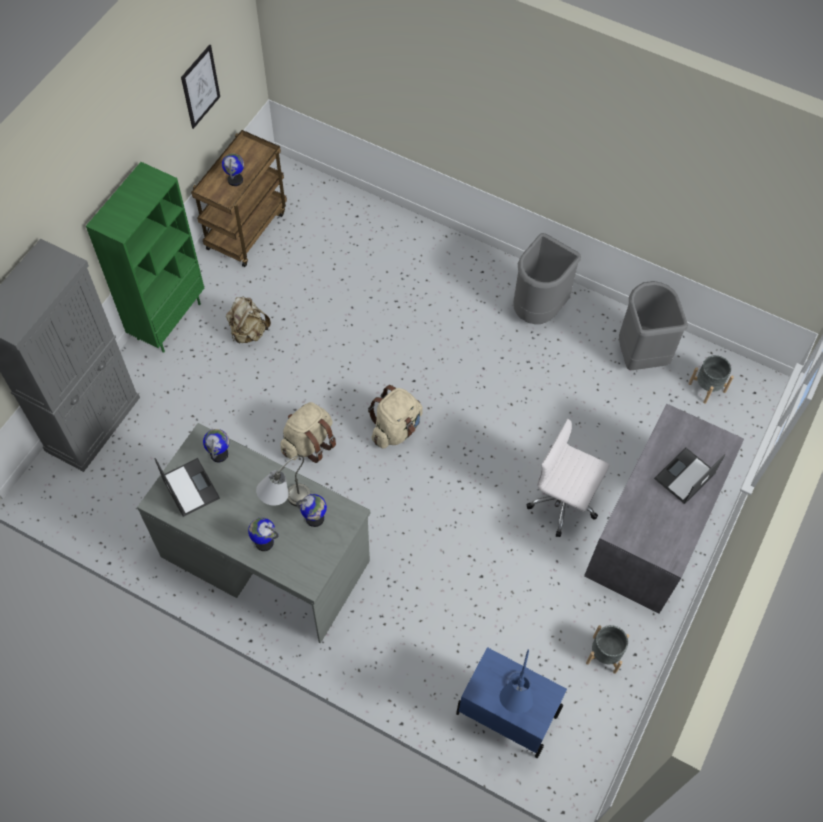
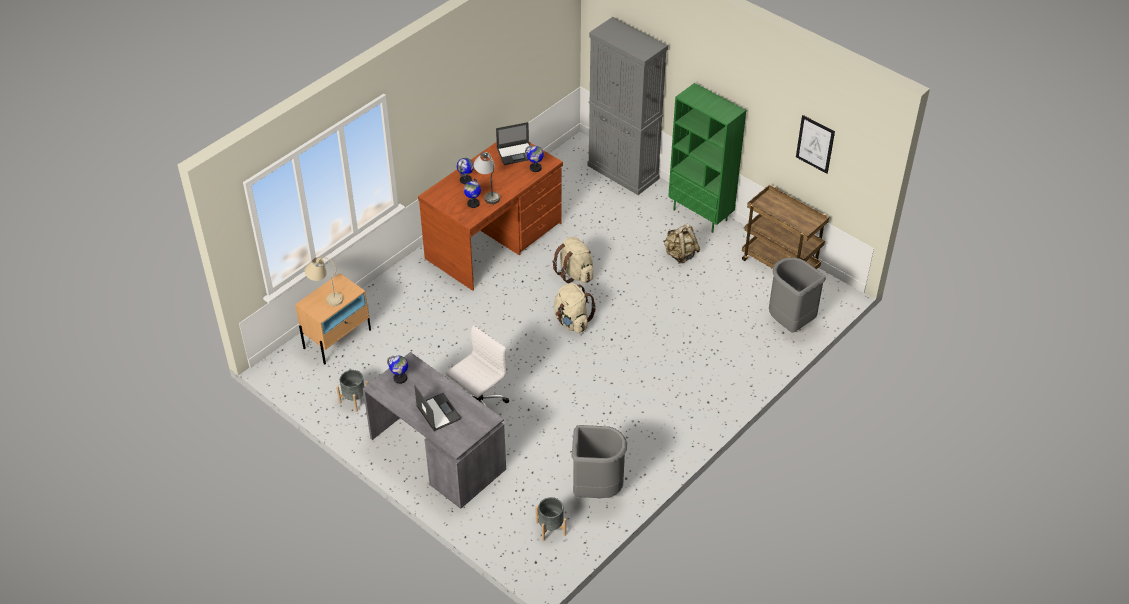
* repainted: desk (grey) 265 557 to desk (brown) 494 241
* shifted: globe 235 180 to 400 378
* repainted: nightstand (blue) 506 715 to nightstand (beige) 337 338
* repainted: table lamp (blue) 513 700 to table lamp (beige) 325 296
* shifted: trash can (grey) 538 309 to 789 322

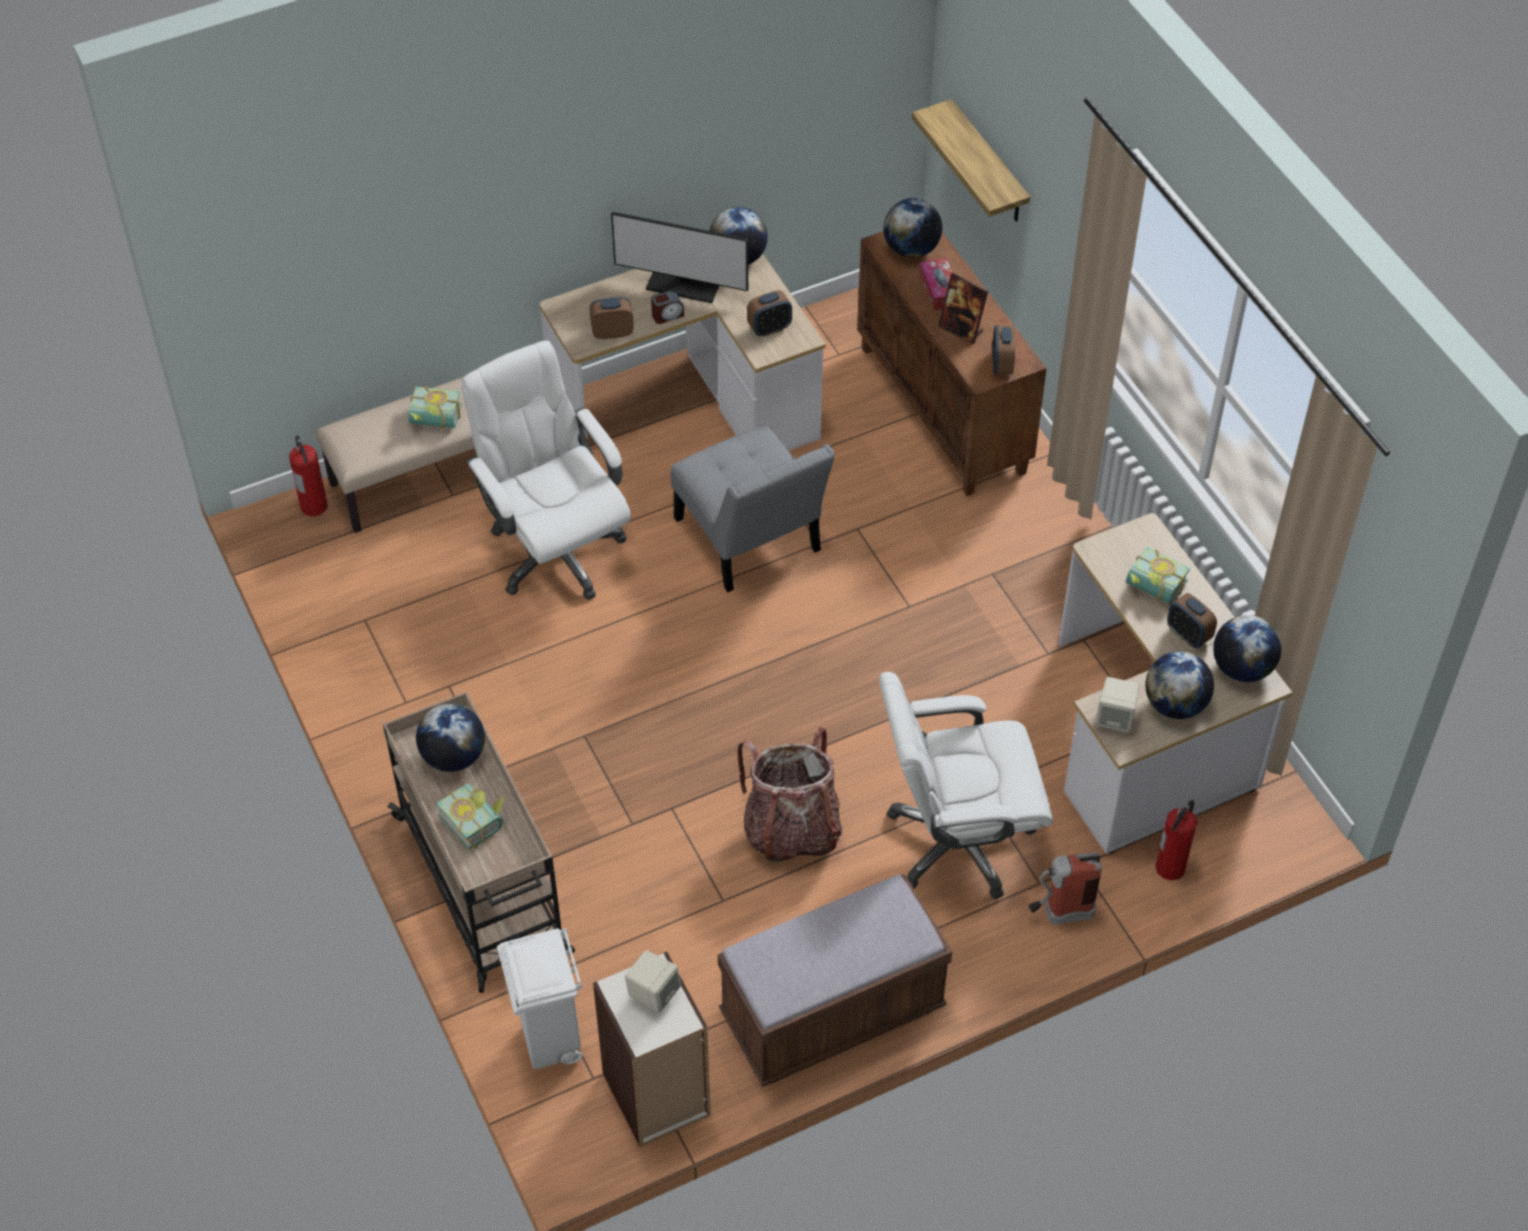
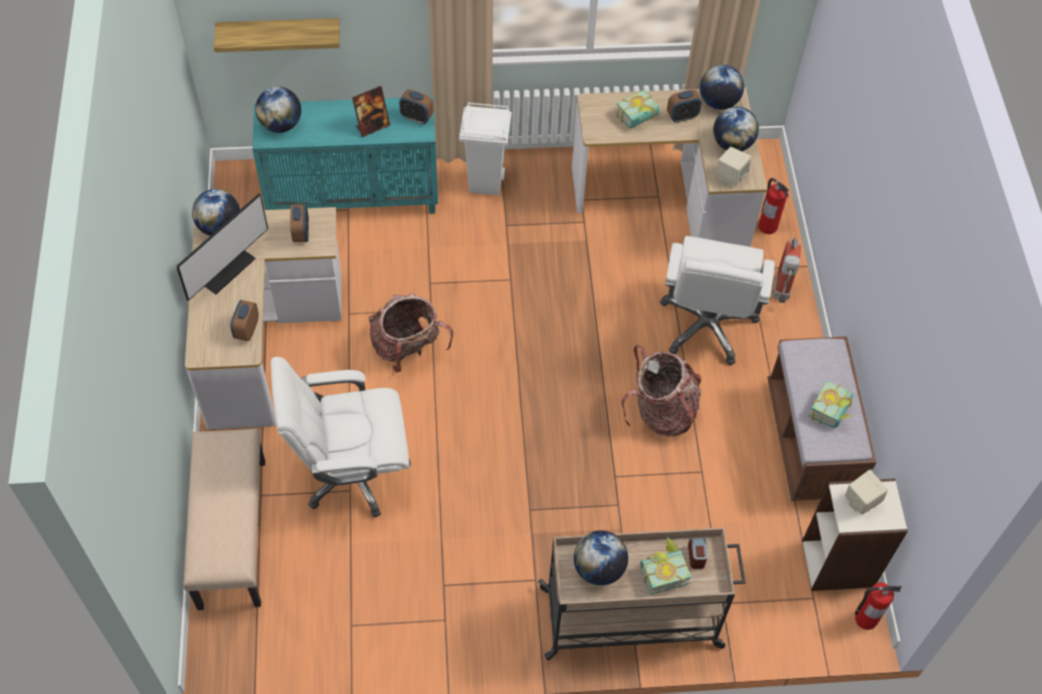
* shifted: fire extinguisher 313 505 to 865 618
* shifted: book 434 421 to 833 412
* shifted: trash can (white) 551 1043 to 486 183
* shifted: alarm clock 667 315 to 696 556
* swapped: chair (grey) 750 541 to backpack 408 348
* repainted: cabinet (brown) 944 410 to cabinet (turquoise) 354 196
* gone: tissue box 939 290

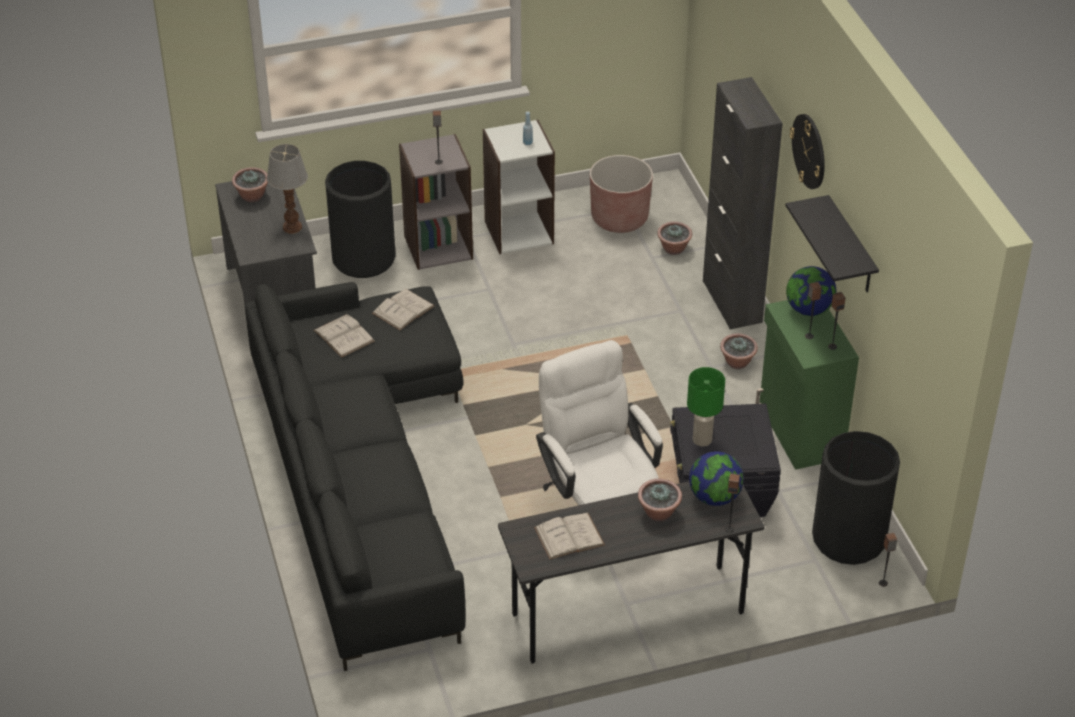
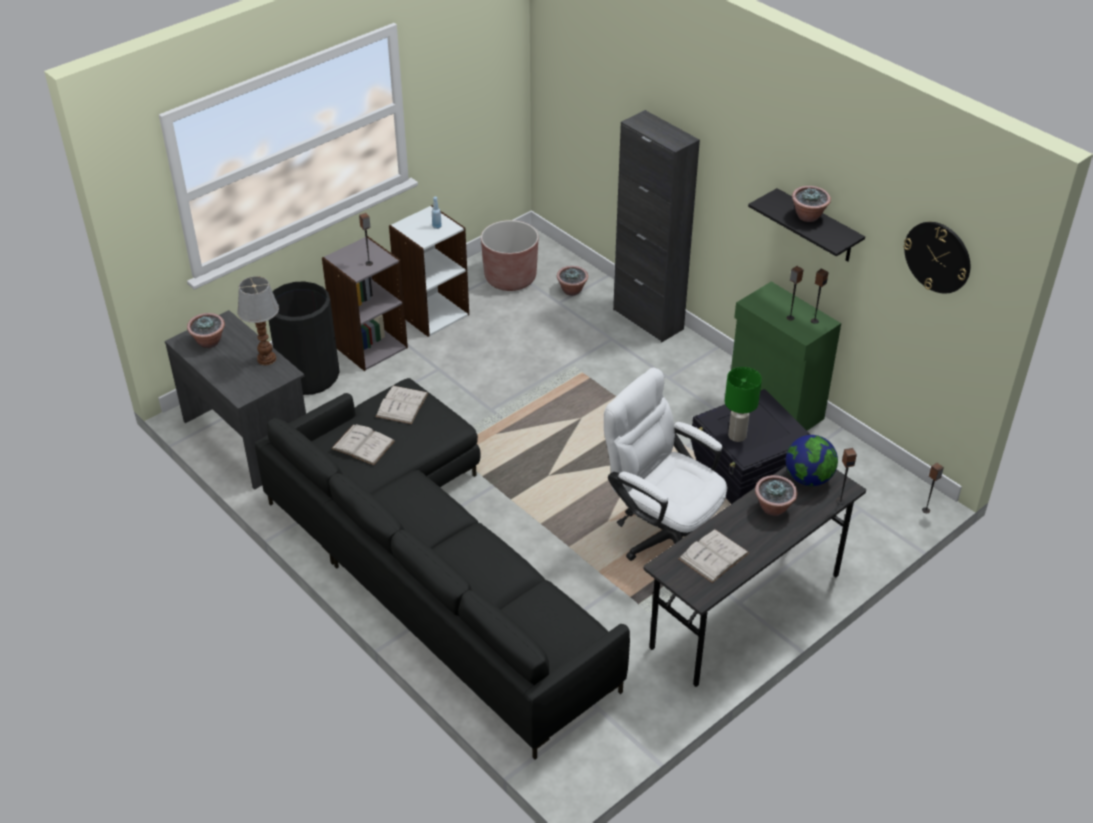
* shifted: potted plant 737 363 to 808 216
* gone: globe 808 309
* shifted: wall clock 809 151 to 937 257
* gone: trash can (black) 848 538

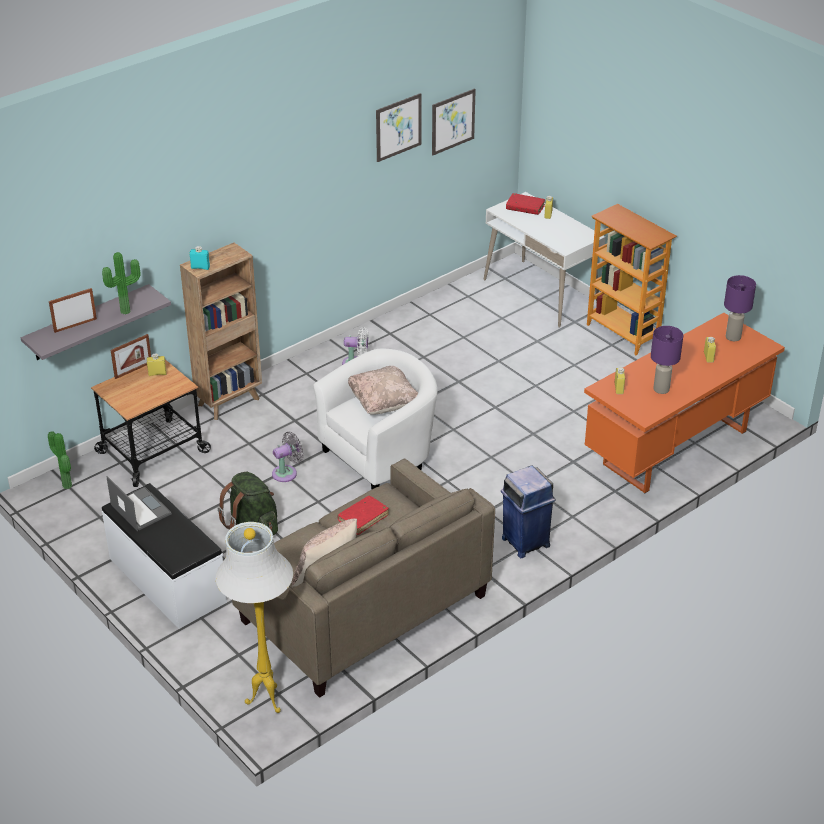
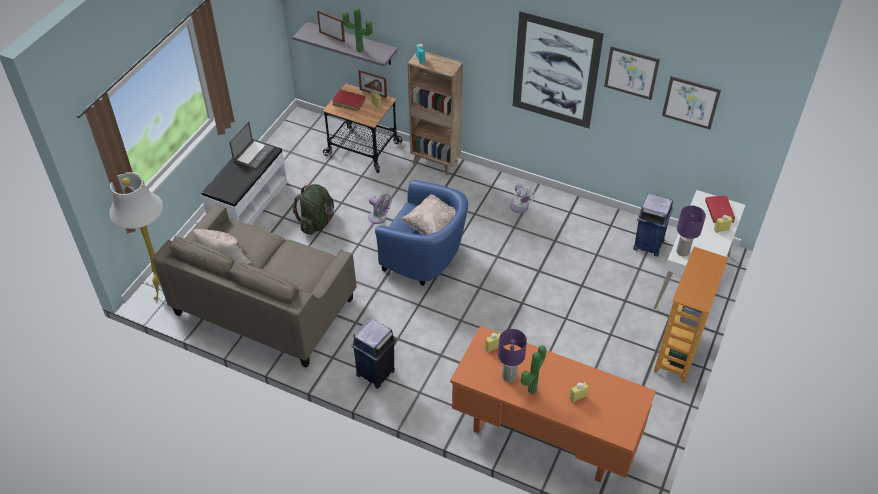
* shifted: potted plant 65 486 to 530 390
* repainted: armchair (white) 381 455 to armchair (blue) 425 258
* shifted: book (red) 363 518 to 349 103
* shifted: table lamp (purple) 732 337 to 682 251
* new: picture 555 71
* new: trash can (blue) 648 244

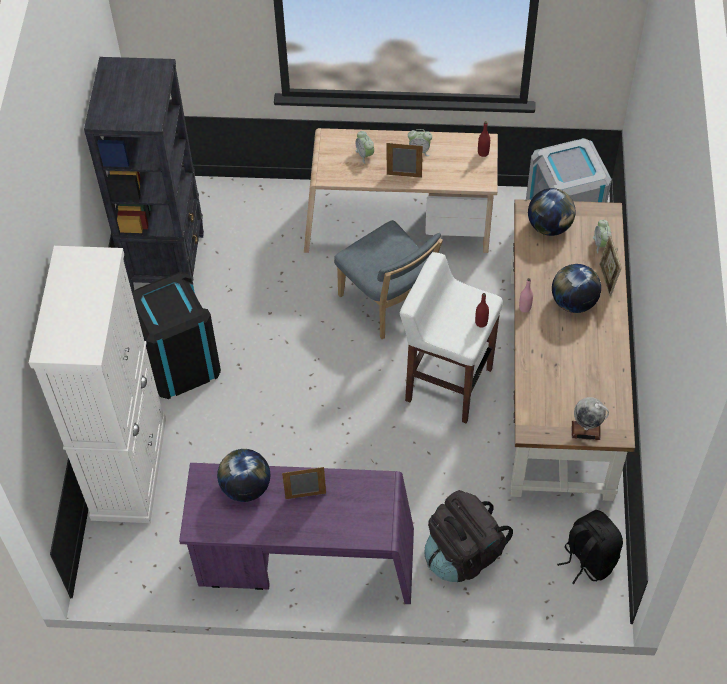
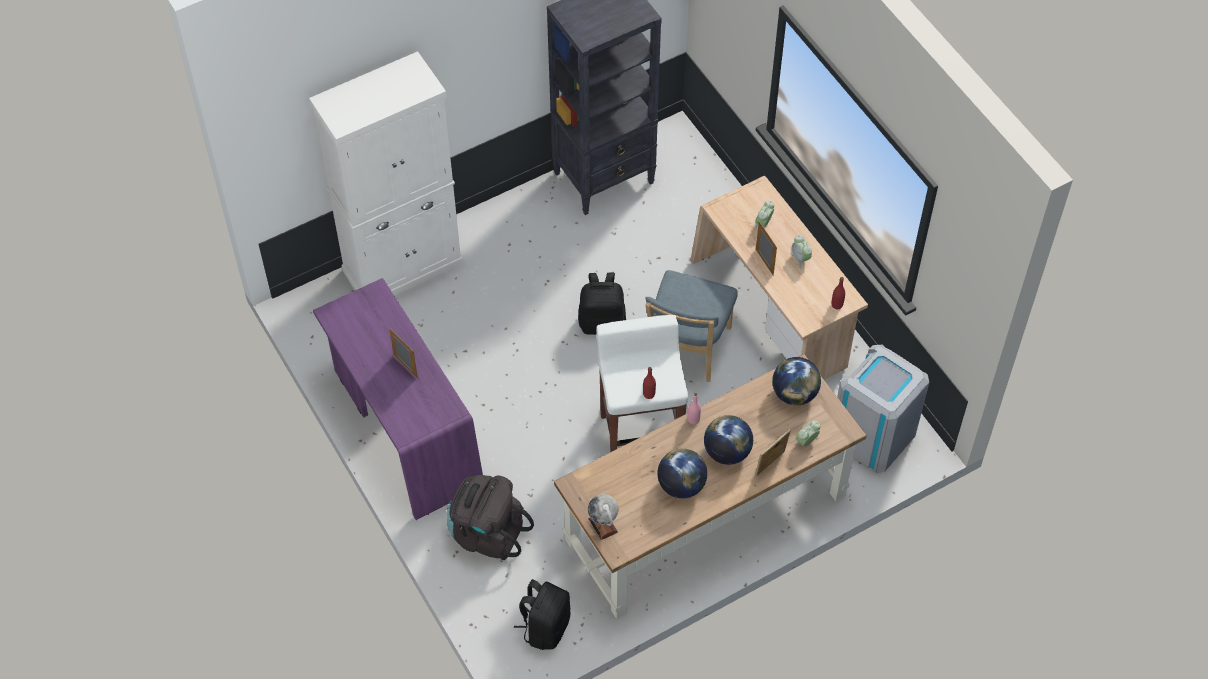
* gone: trash can (black) 179 363
* shifted: globe 246 487 to 681 485
* new: backpack (black) 602 322

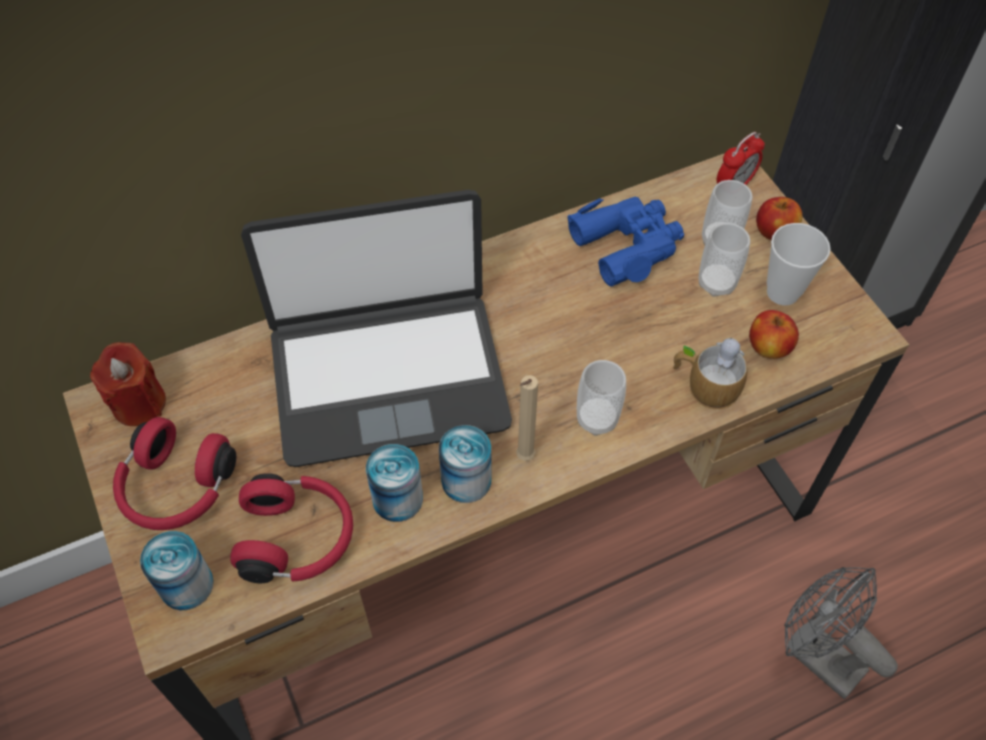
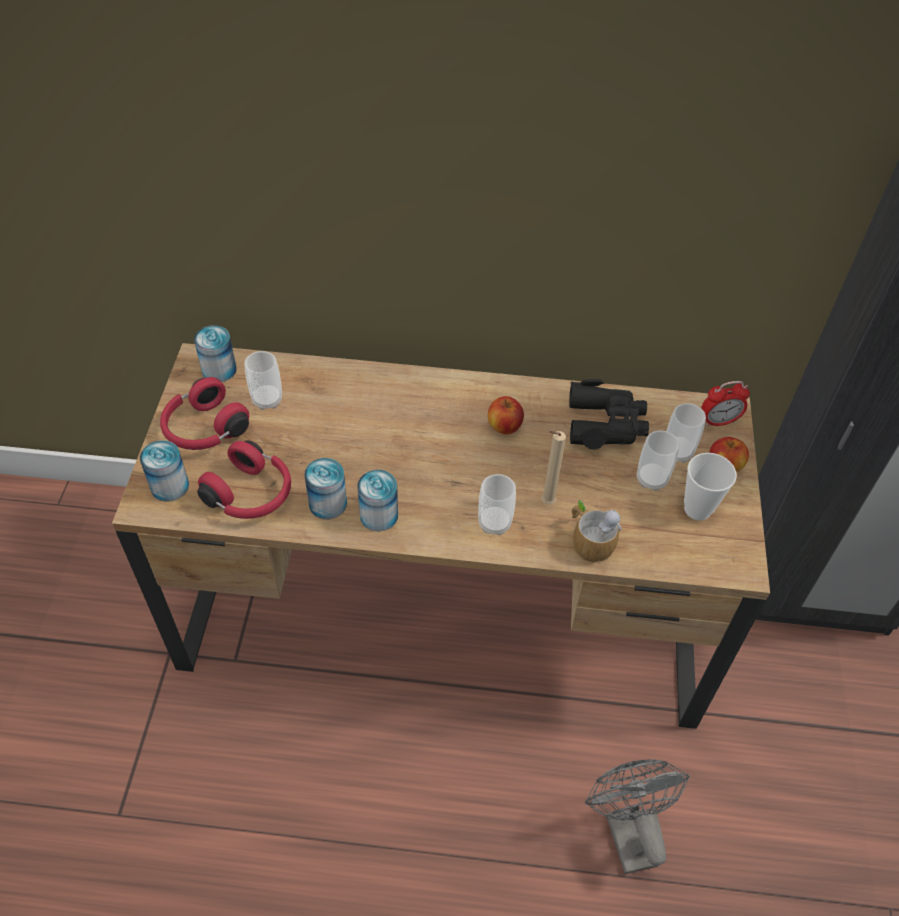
* swapped: candle (red) 139 403 to can 219 370
* gone: laptop 388 376
* shifted: candle (beige) 523 458 to 545 503
* repainted: binoculars (blue) 627 245 to binoculars (black) 605 423
* shifted: apple 768 348 to 504 427
* new: cup 267 400

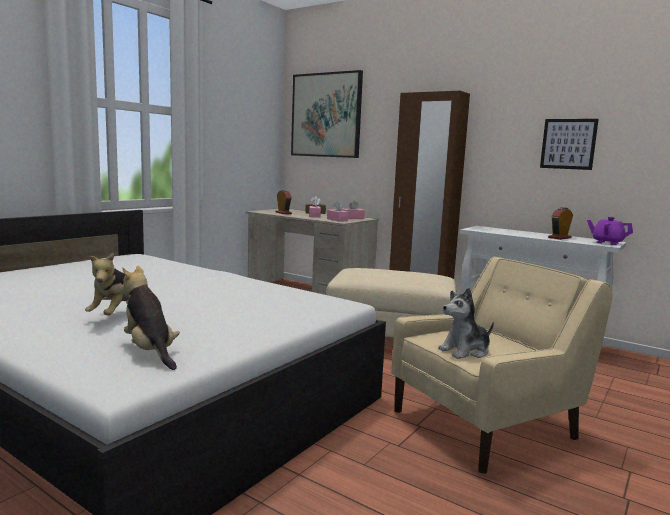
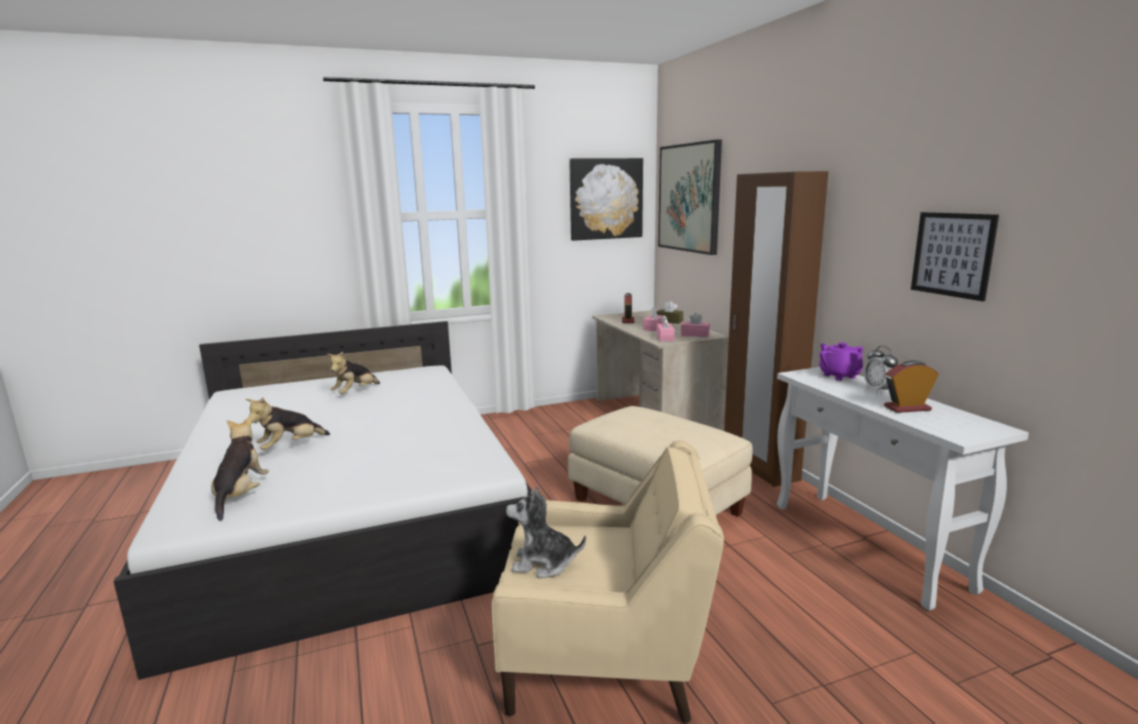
* shifted: teapot (purple) 607 243 to 839 376
* new: plush toy 355 392
* new: picture 605 199
* new: alarm clock 879 390

